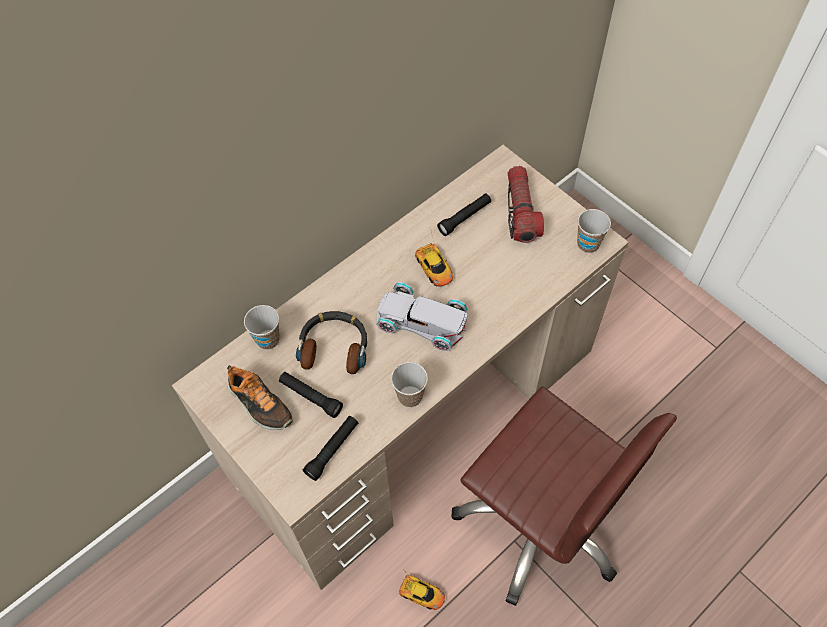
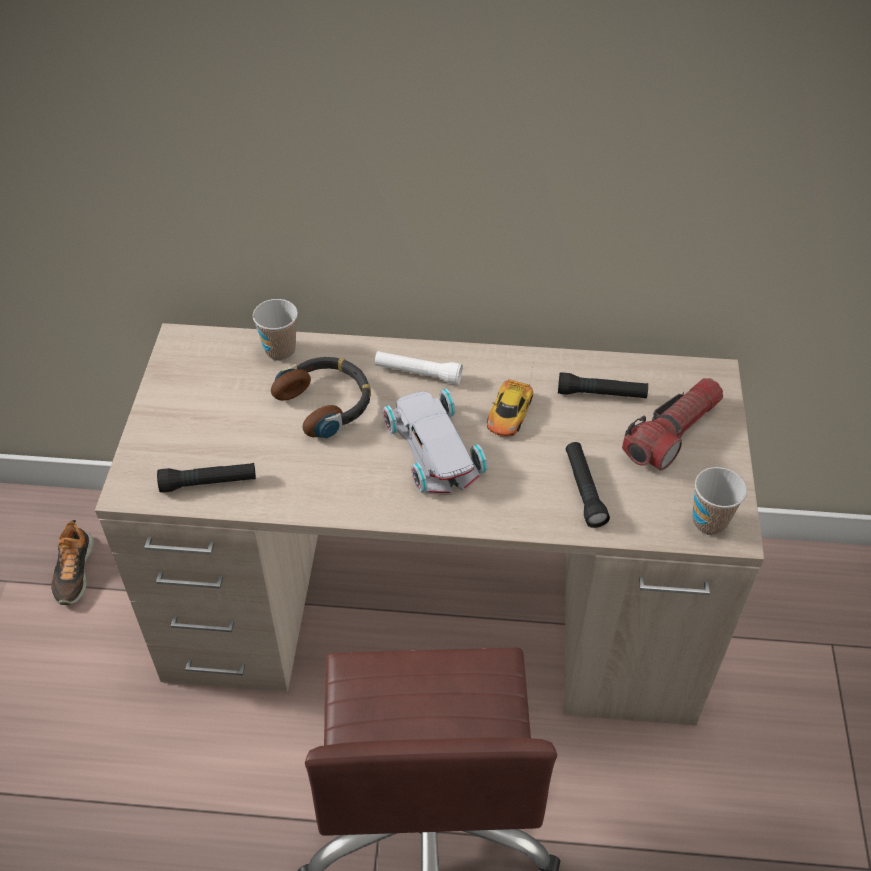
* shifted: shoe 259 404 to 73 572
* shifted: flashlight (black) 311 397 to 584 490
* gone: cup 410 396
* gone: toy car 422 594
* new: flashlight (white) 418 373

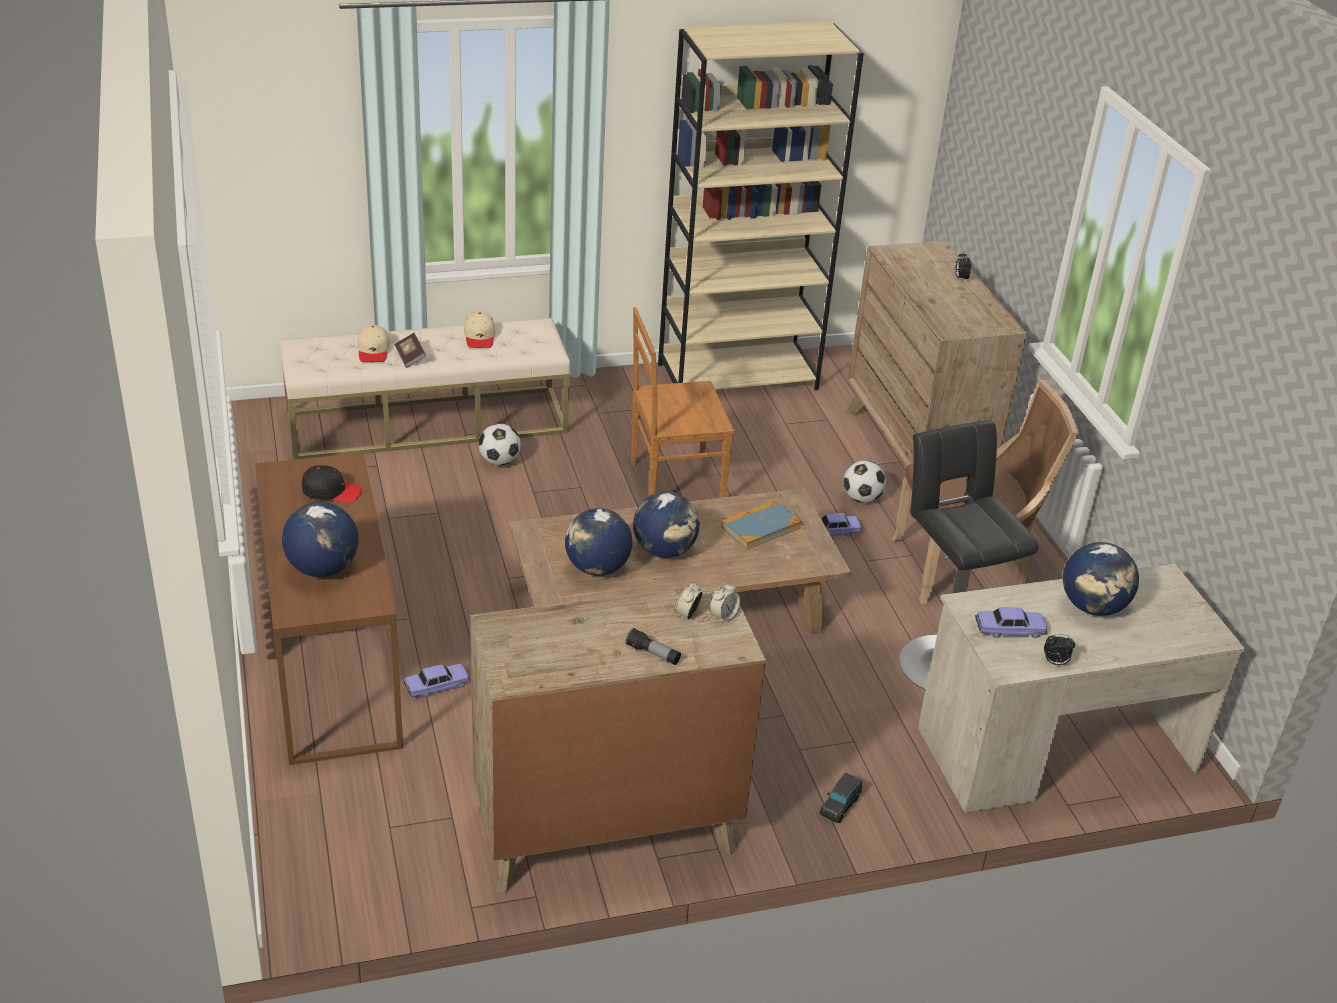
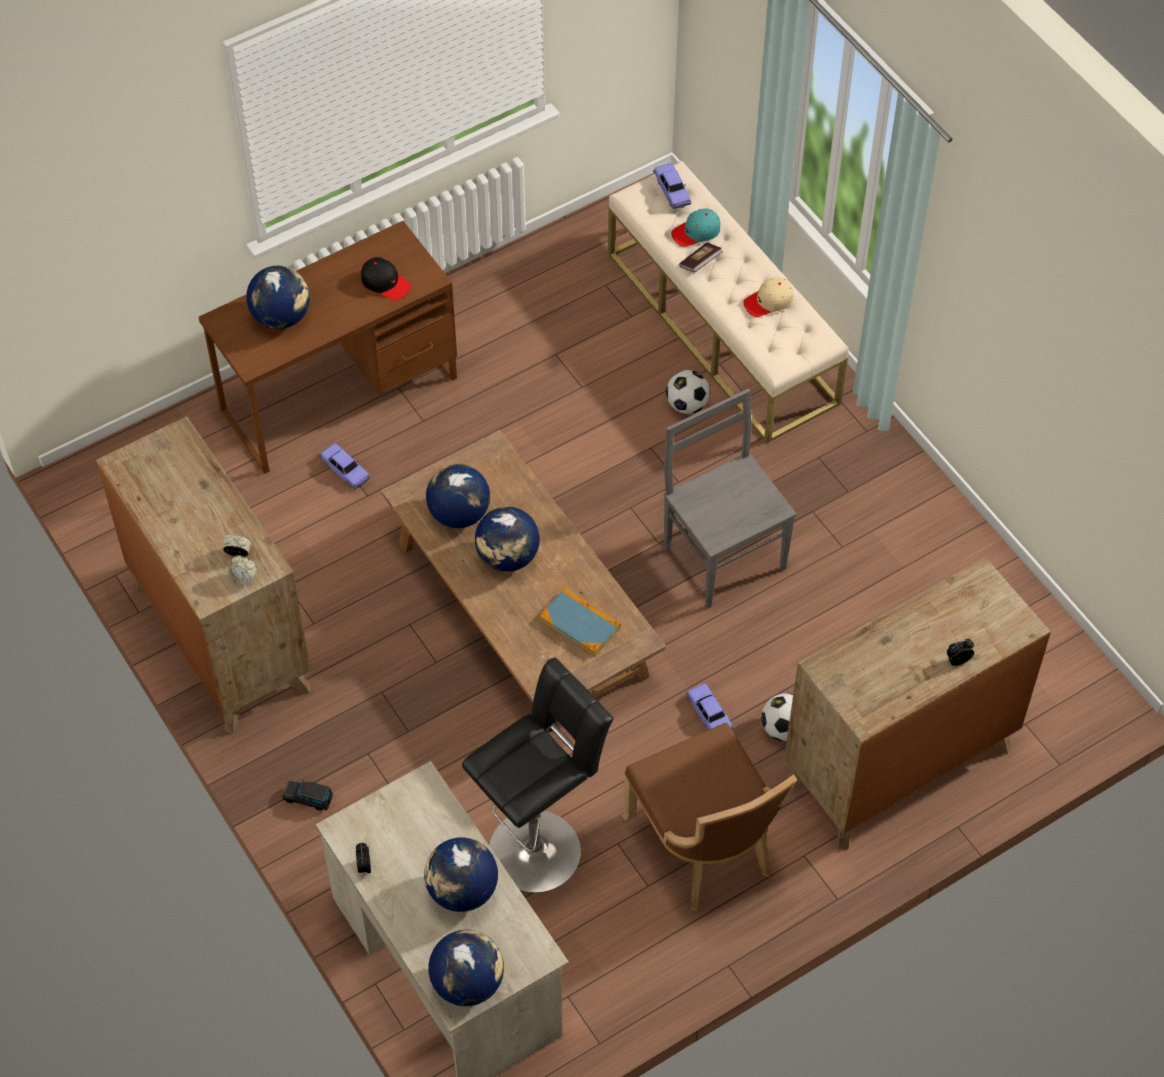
* rotated: cap (black) 331 491 = 385 283 45 degrees counterclockwise
* repainted: cap (beige) 373 350 to cap (turquoise) 696 232
* gone: flashlight 653 654
* repainted: chair (brown) 673 484 to chair (grey) 722 556
* gone: bookcase (beige) 738 376
* shifted: toy car 1009 630 to 672 190
* new: globe 467 982

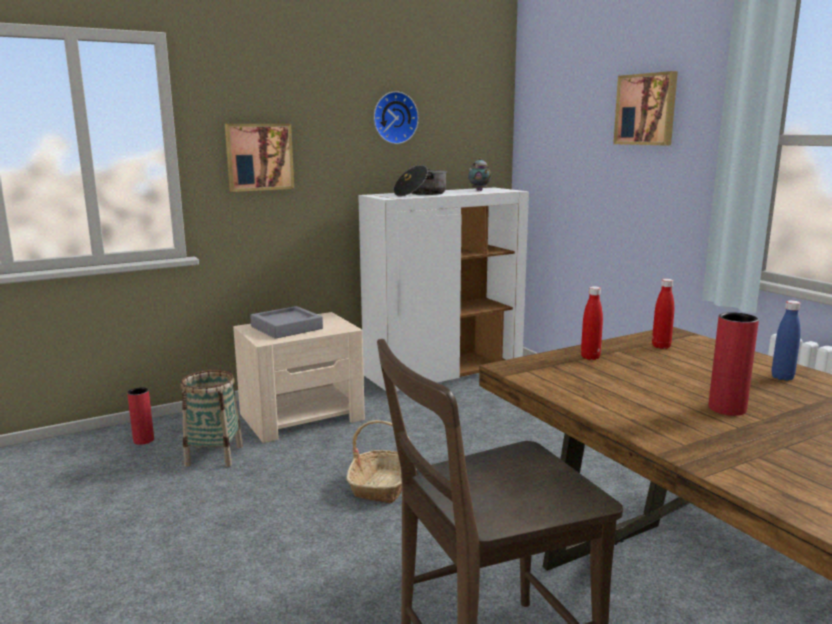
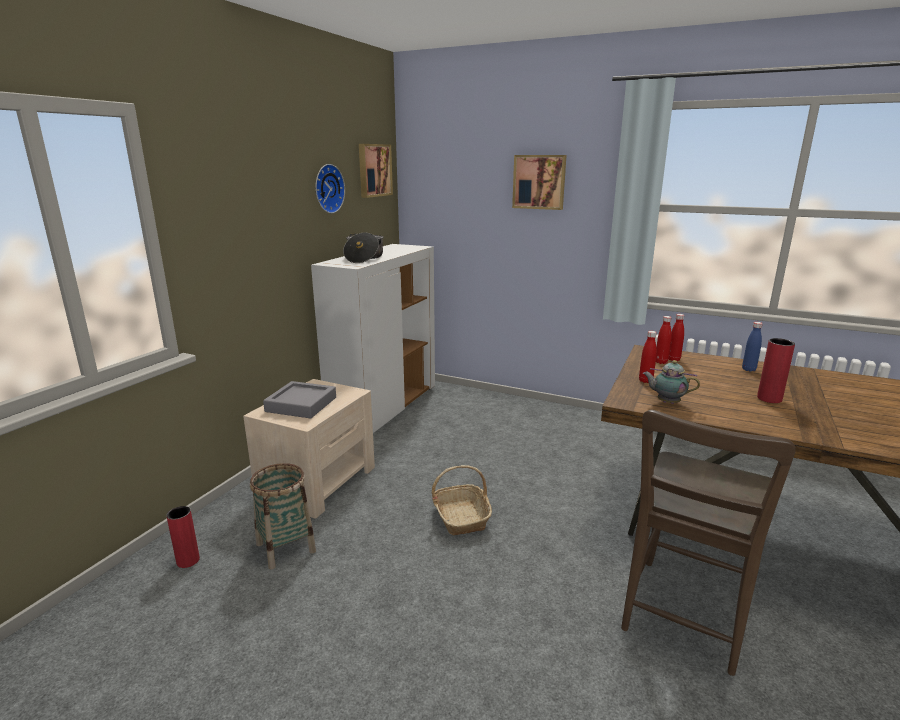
* shifted: picture 259 157 to 374 170
* shifted: teapot 478 190 to 666 402
* new: bottle (red) 673 359

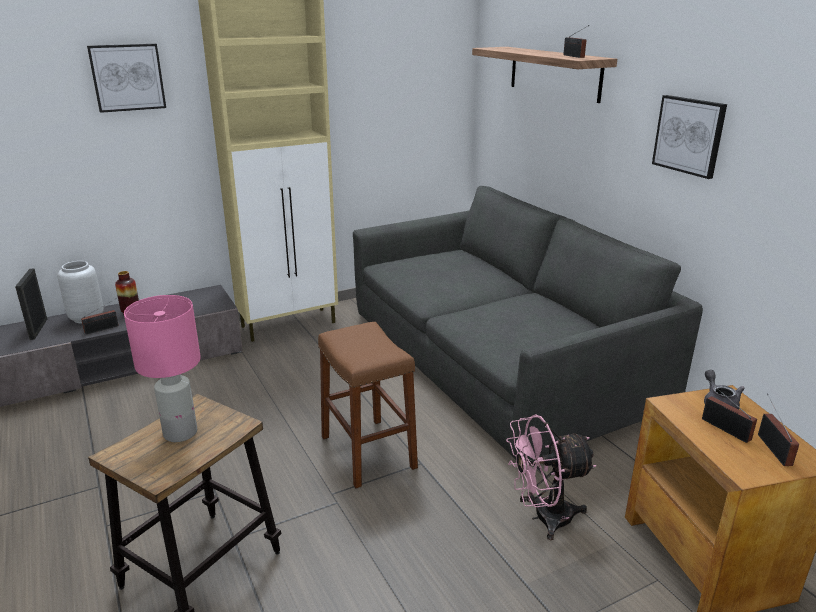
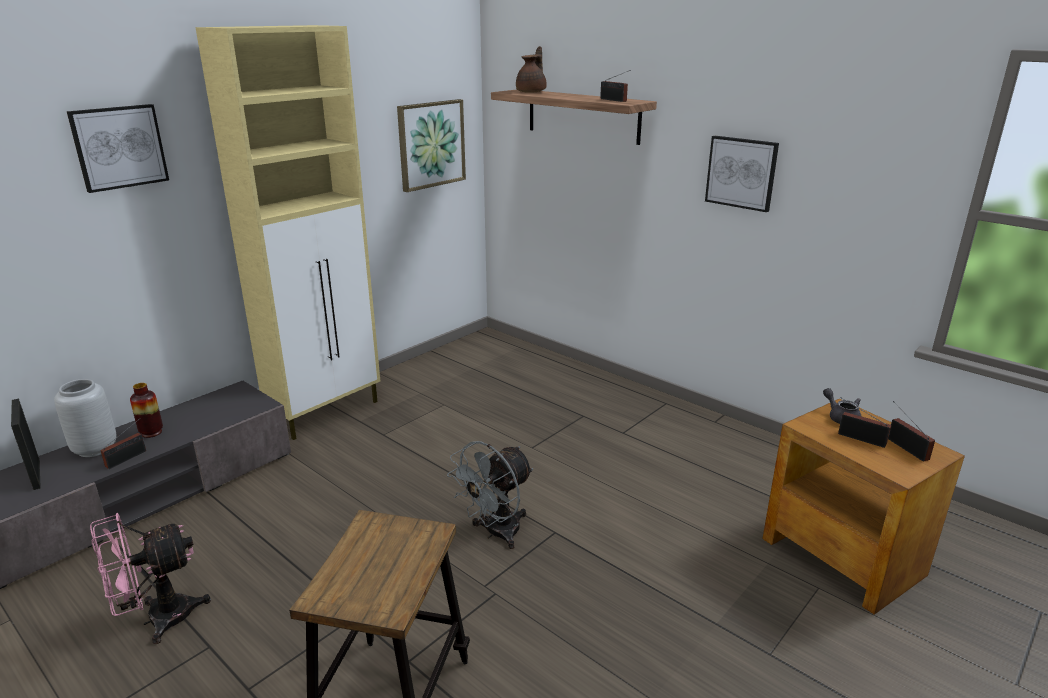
* gone: table lamp (pink) 181 432
* swapped: stool (brown) 368 452 to fan (grey) 495 533
* gone: sofa (grey) 499 357
* shifted: fan (pink) 543 517 to 158 619
* new: picture 431 144
* new: teapot (brown) 532 92

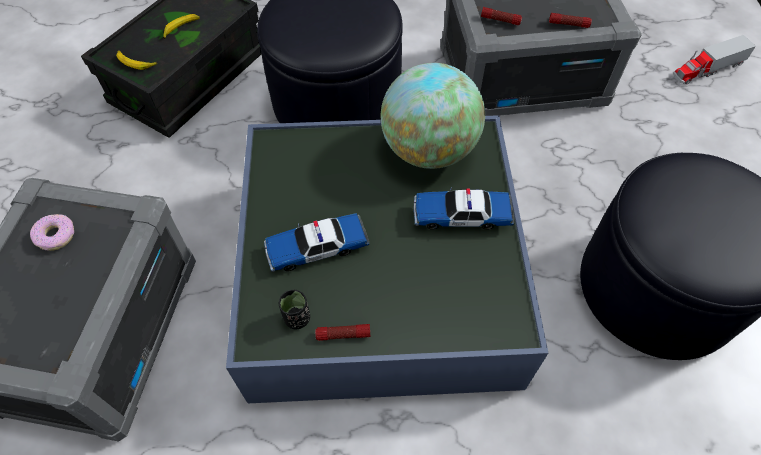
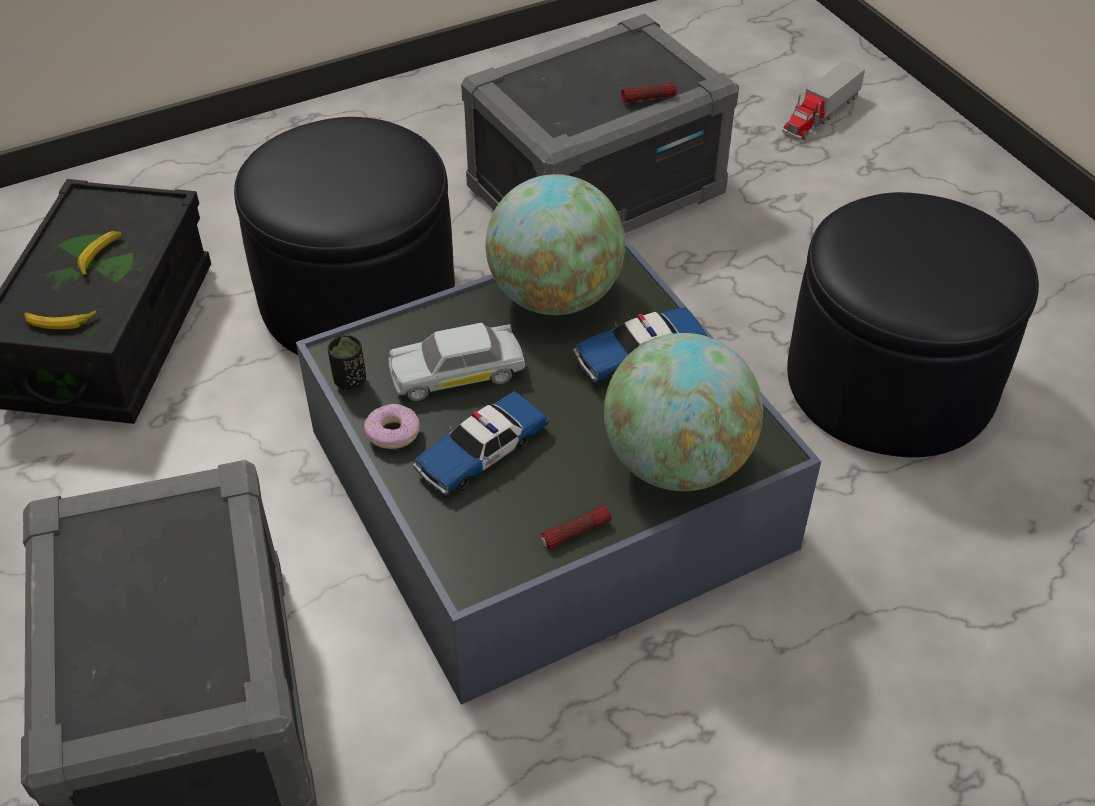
* shifted: donut 56 235 to 392 432
* shifted: cup (black) 297 318 to 350 380
* gone: flashlight 500 20
* new: toy car (white) 457 373
* new: globe 677 462

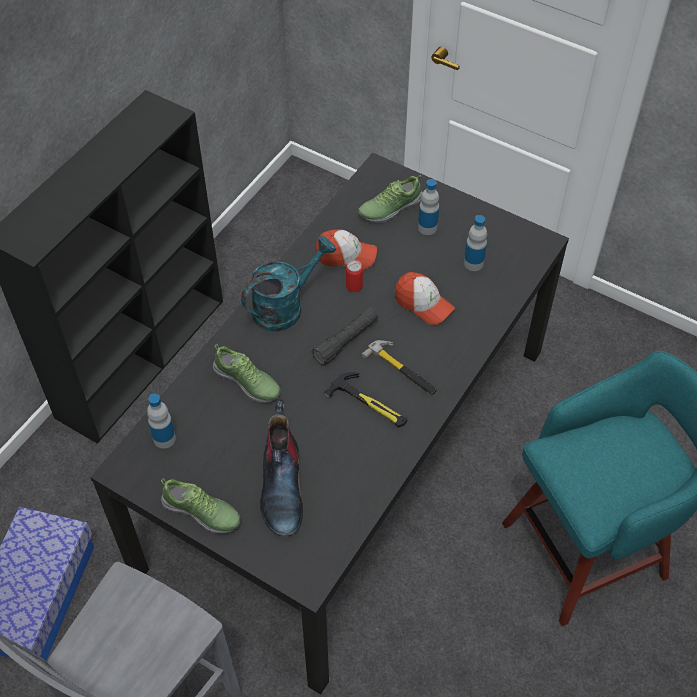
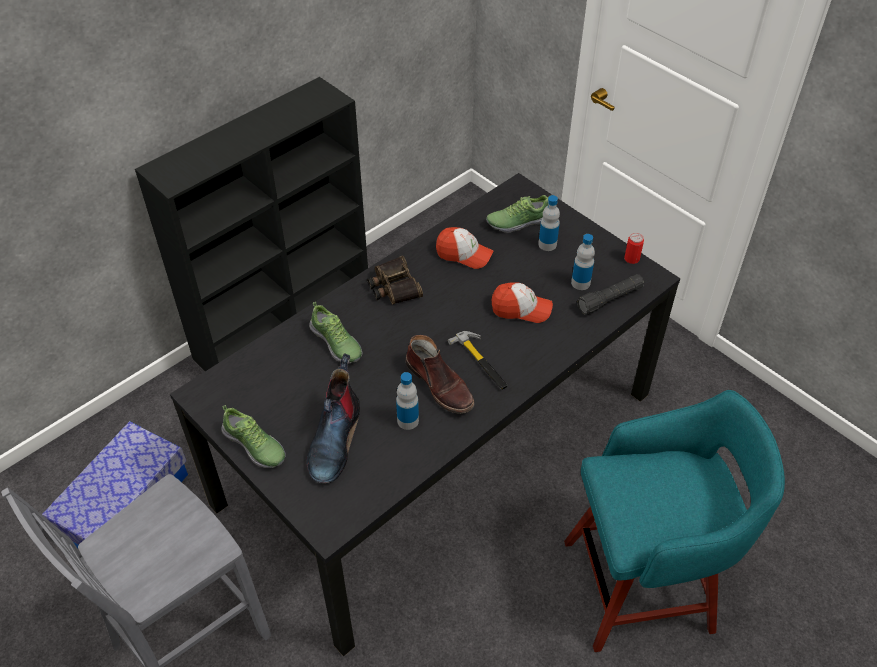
* shifted: bottle 164 438 to 408 420
* swapped: watering can (turquoise) 285 306 to binoculars 393 286
* shifted: flashlight (black) 346 341 to 610 300
* swapped: hammer 369 403 to boot (brown) 440 385
* shifted: can 354 286 to 631 258
* rotated: cap 423 304 = 521 309 45 degrees counterclockwise

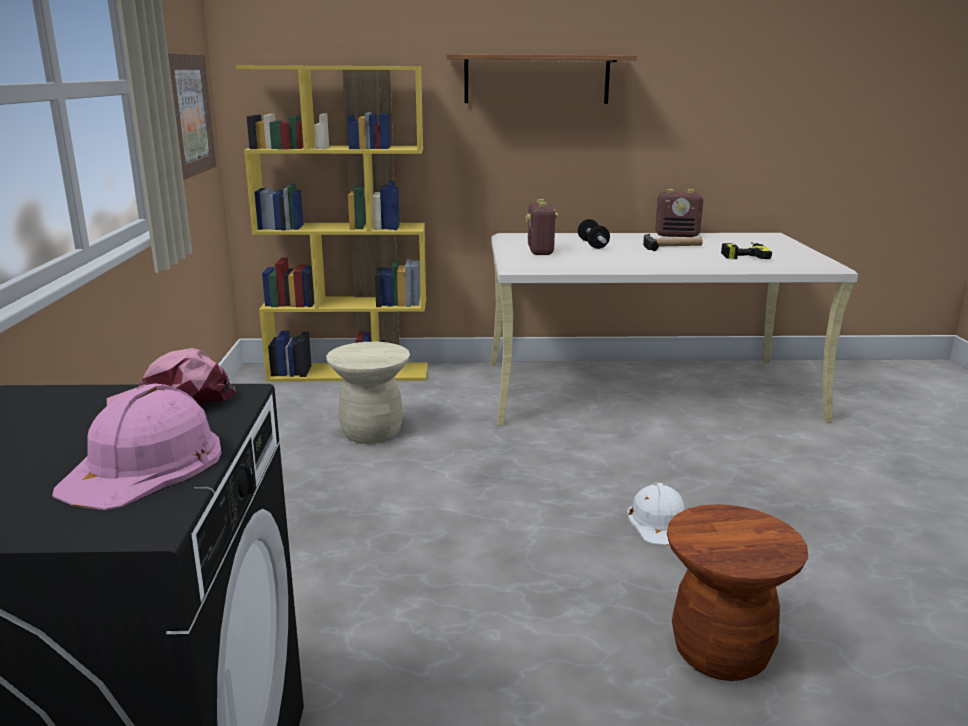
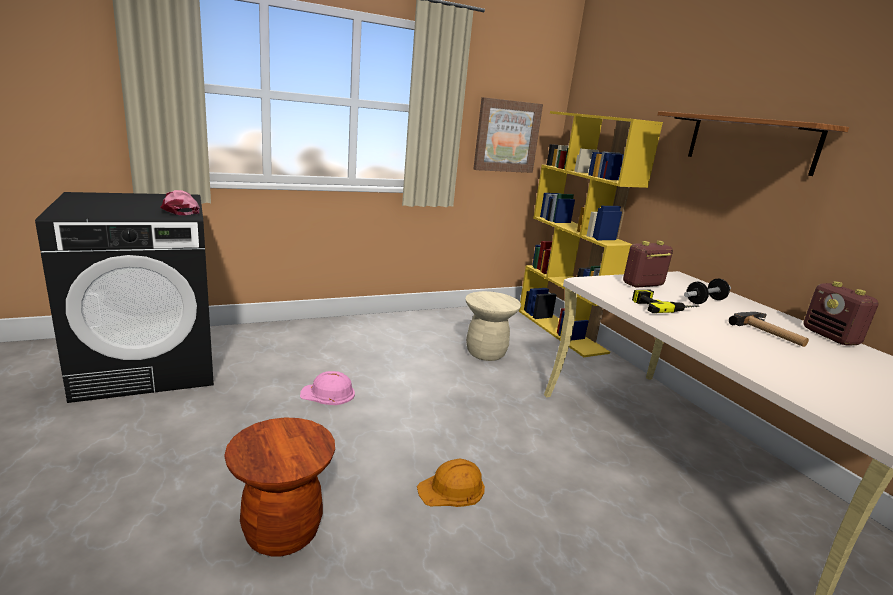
* shifted: hard hat (pink) 145 465 to 328 393
* repainted: hard hat (white) 659 522 to hard hat (orange) 452 489
* shifted: power drill 742 254 to 662 306

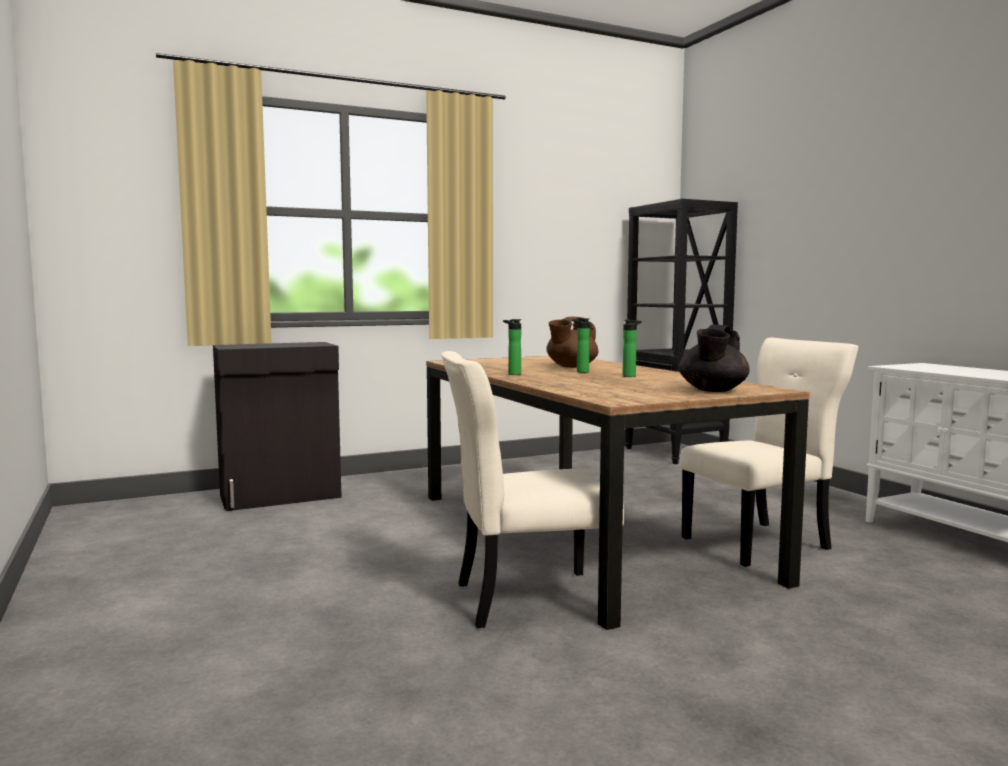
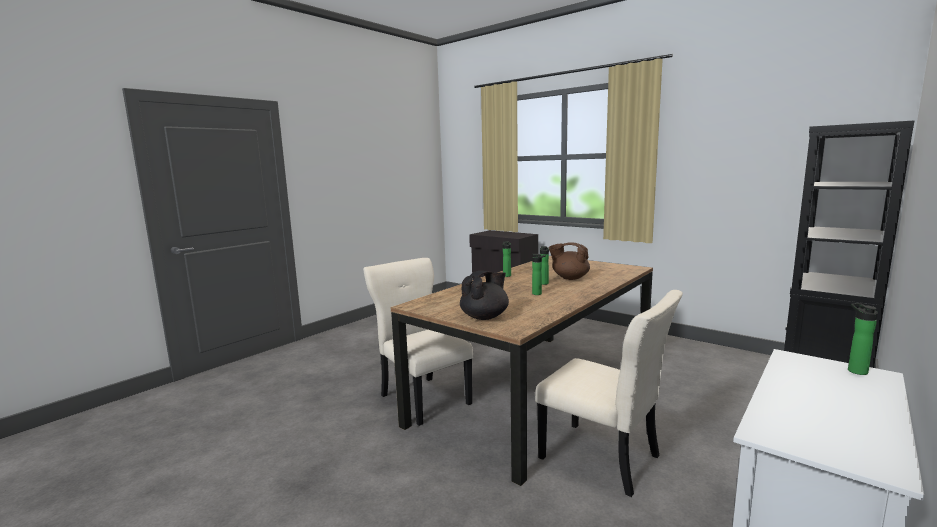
* rotated: teapot (black) 712 390 = 485 317 135 degrees clockwise
* new: bottle 855 370

